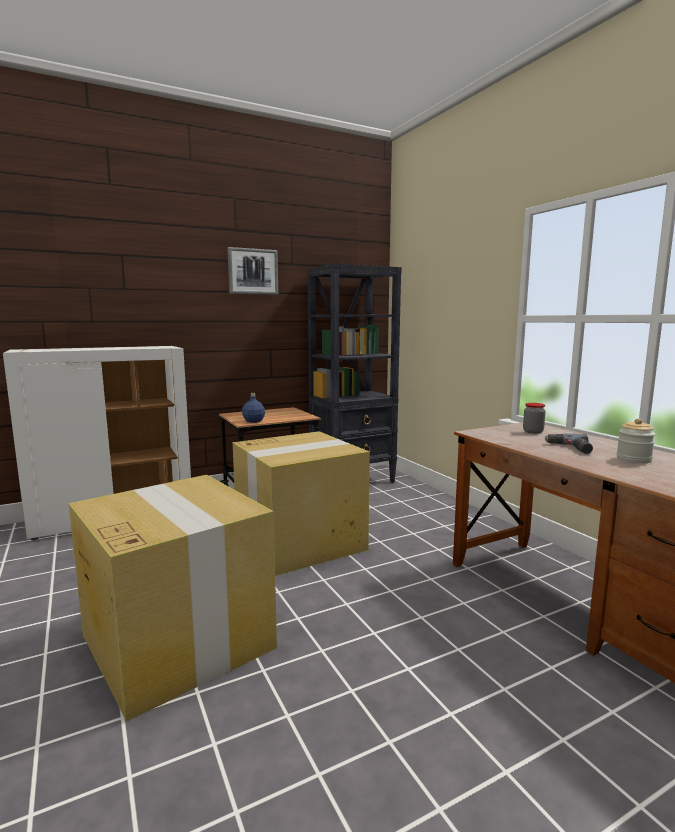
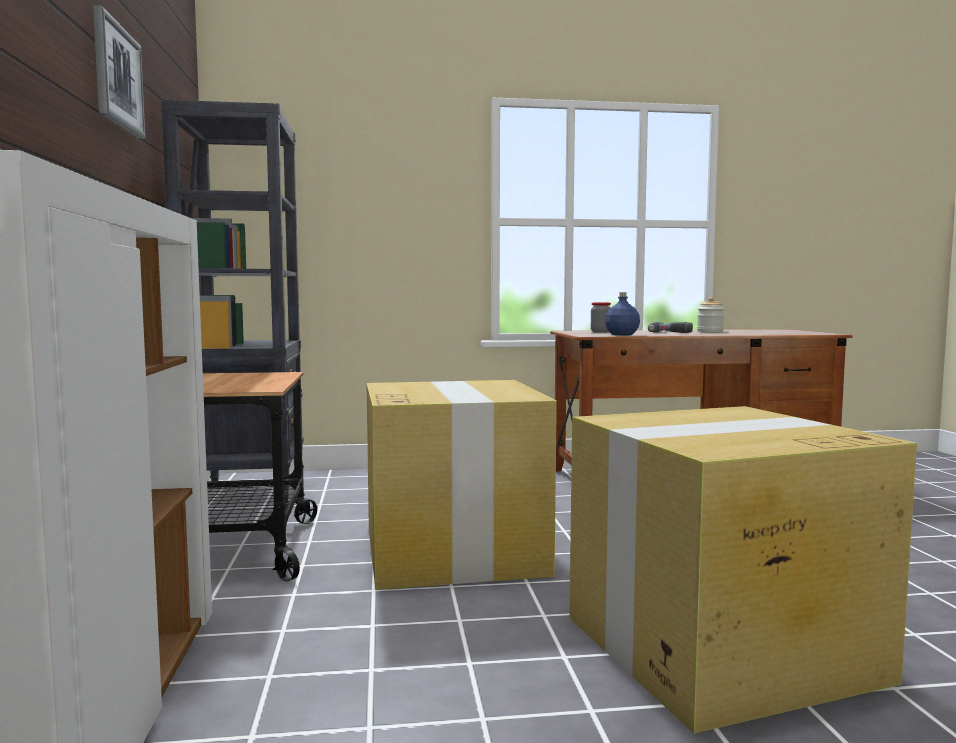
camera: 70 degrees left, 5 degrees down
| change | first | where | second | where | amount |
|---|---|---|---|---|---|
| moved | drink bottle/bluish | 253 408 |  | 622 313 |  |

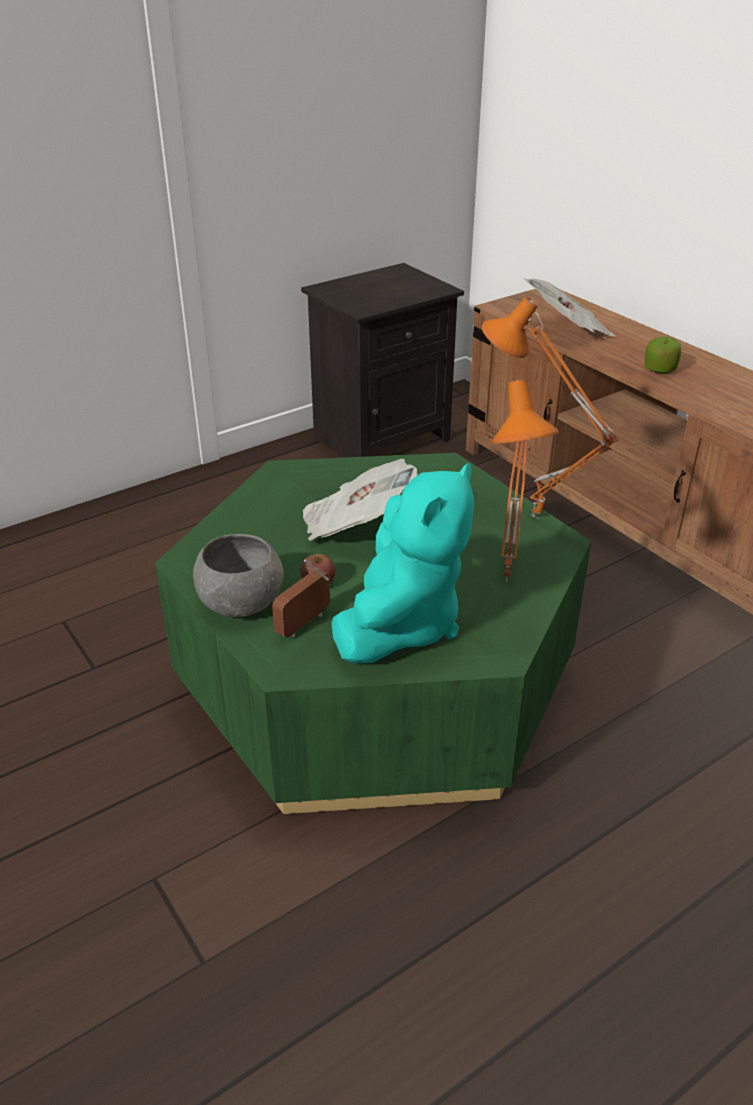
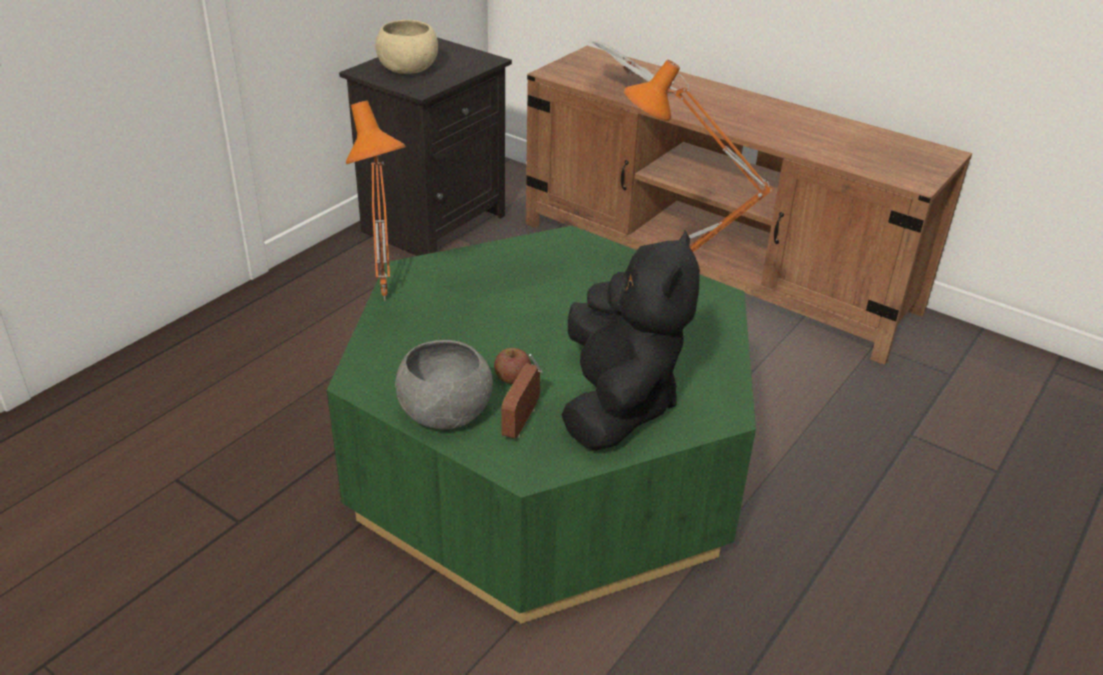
camera: 20 degrees left, 0 degrees up
| change | first | where | second | where | amount |
|---|---|---|---|---|---|
| removed | newspaper | 360 500 |  |  |  |
| removed | apple fruit | 663 355 |  |  |  |
| added |  |  | deep dish/sand-coloured | 406 47 |  |
| moved | tabletop lamp/orangey | 525 480 |  | 376 200 |  |
| recoloured | soft toy/turquoise-coloured | 403 563 | soft toy/blackish | 631 341 |  |

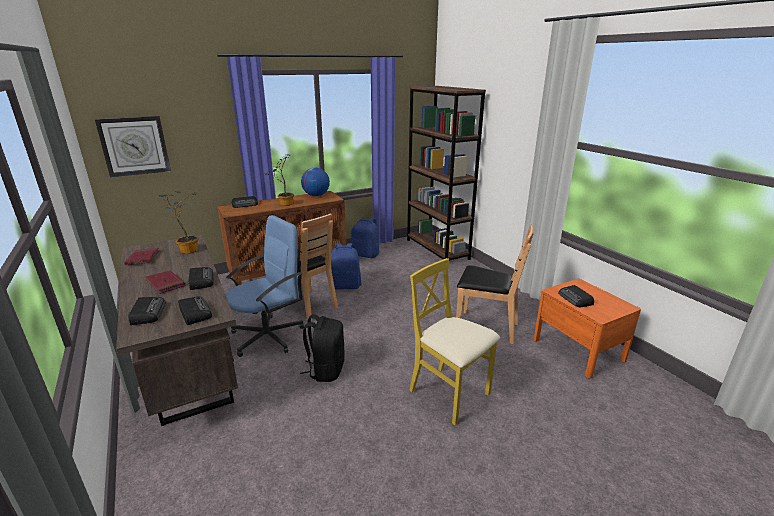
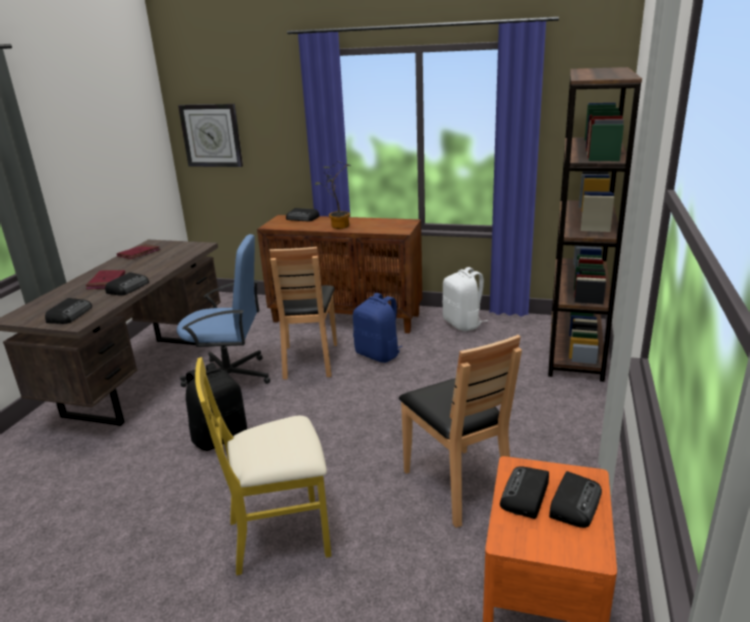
camera: 45 degrees right, 0 degrees up
| change | first | where | second | where | amount |
|---|---|---|---|---|---|
| removed | houseplant | 178 222 |  |  |  |
| removed | desk globe | 315 182 |  |  |  |
| moved | radio receiver | 147 311 |  | 575 499 |  |
| recoloured | backpack/bluish | 365 237 | backpack/white | 465 299 |  |
| turned | chair/yellow-coloured | 454 341 |  | 263 466 | 105 degrees counterclockwise |

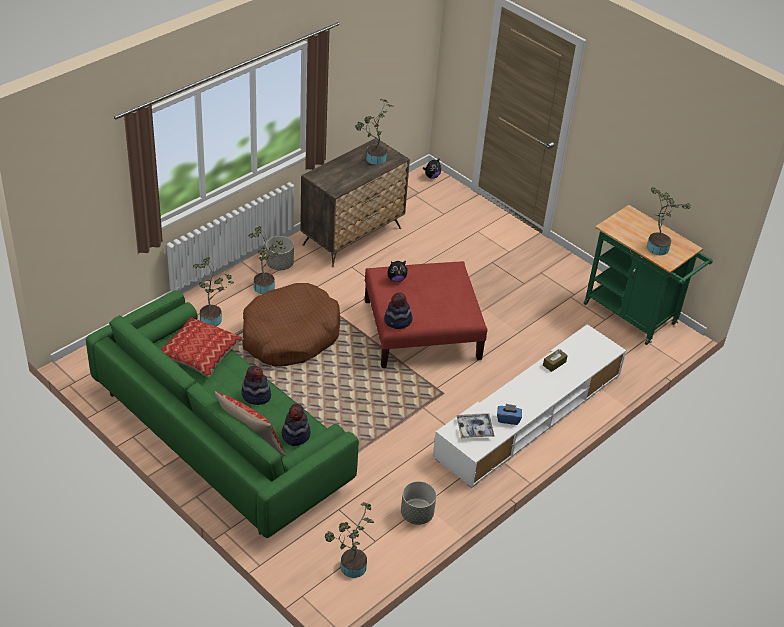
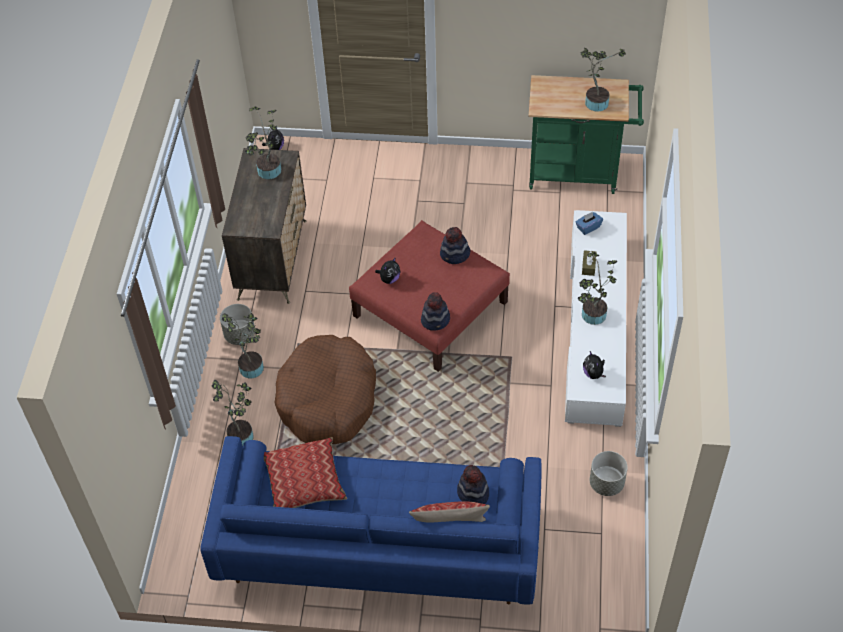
camera: 35 degrees left, 10 degrees up
| change | first | where | second | where | amount |
|---|---|---|---|---|---|
| moved | wearable hat | 256 385 |  | 455 245 |  |
| moved | houseplant | 349 540 |  | 597 288 |  |
| moved | tissue holder/bluish | 509 414 |  | 589 223 |  |
| replaced | tray | 475 425 | soft toy | 594 365 |  |
| recoloured | couch/greenish | 222 414 | couch/bluish | 371 520 |  |

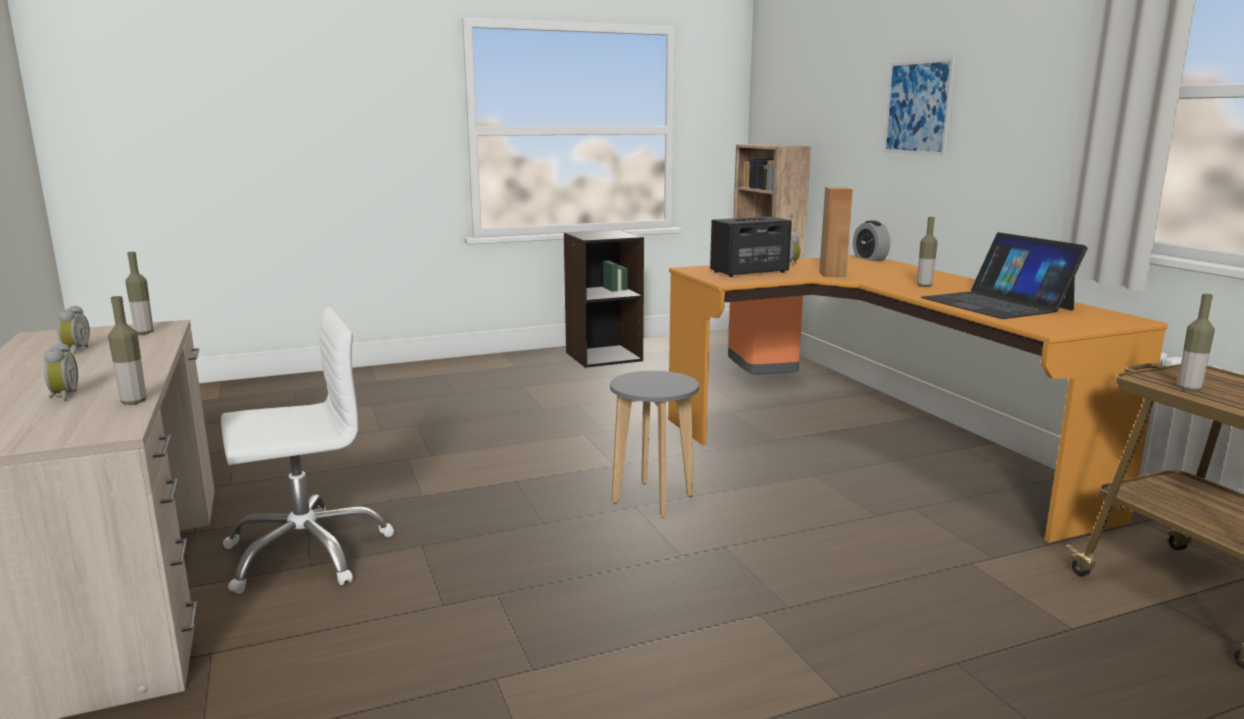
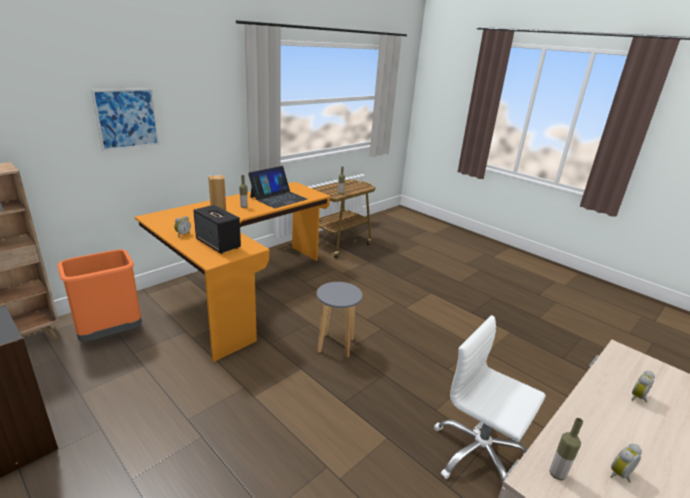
camera: 115 degrees left, 10 degrees up
| change | first | where | second | where | amount |
|---|---|---|---|---|---|
| removed | drink bottle | 127 350 |  |  |  |
| removed | bedside clock | 871 240 |  |  |  |

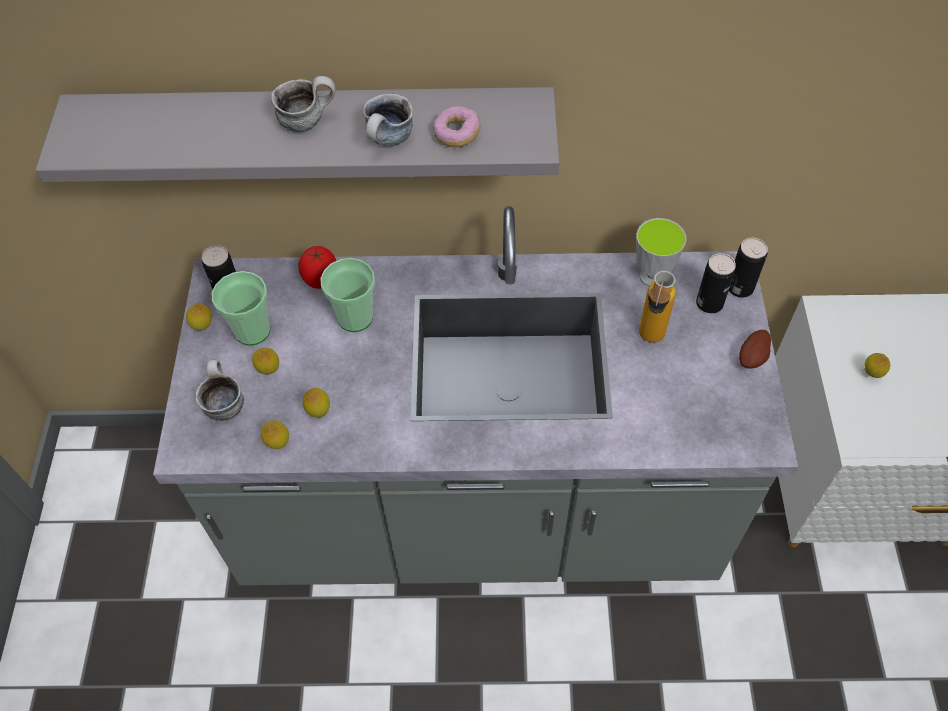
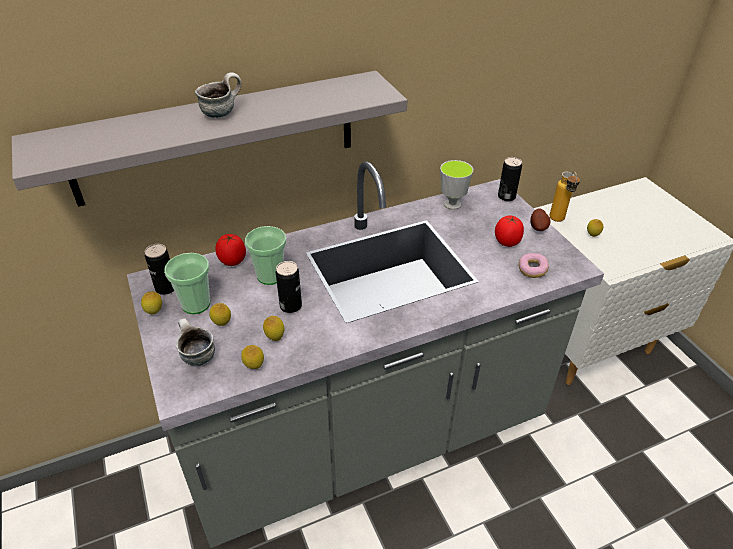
camera: 25 degrees left, 15 degrees down
| change | first | where | second | where | amount |
|---|---|---|---|---|---|
| removed | coffee mug | 388 119 |  |  |  |
| added |  |  | whole tomato | 509 231 |  |
| moved | doughnut | 457 126 |  | 534 265 |  |
| moved | drink bottle | 657 307 |  | 564 197 |  |
| moved | can | 716 283 |  | 289 287 |  |

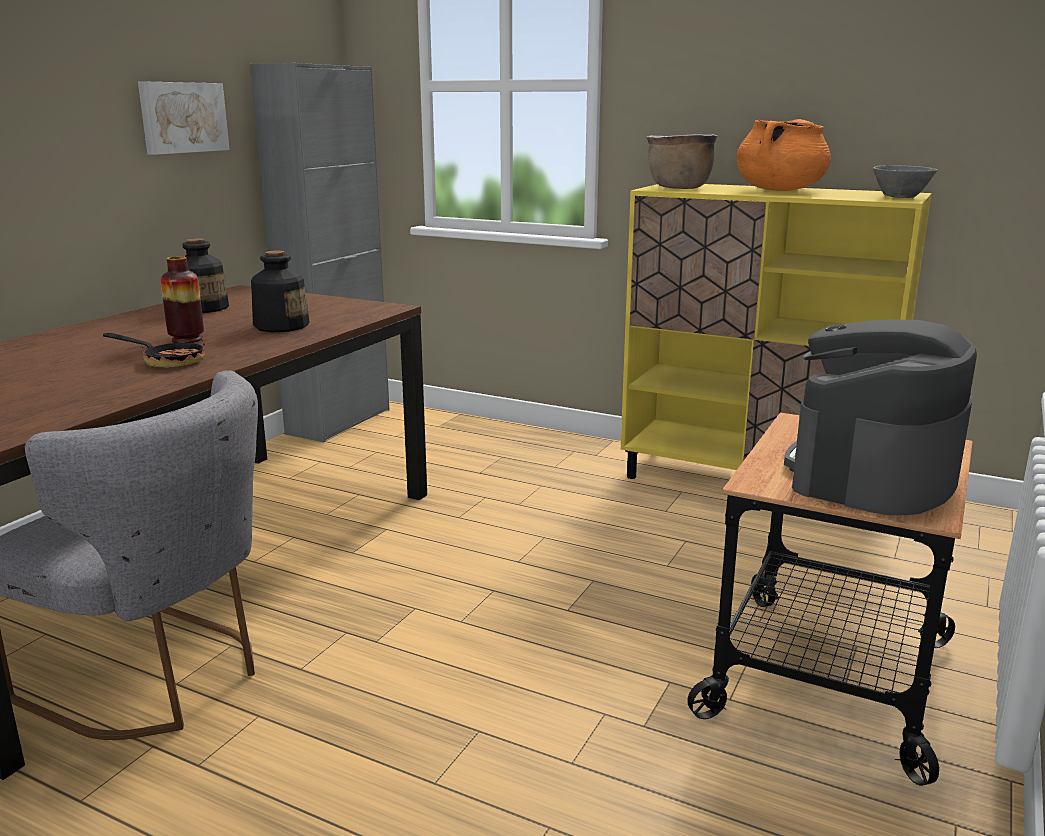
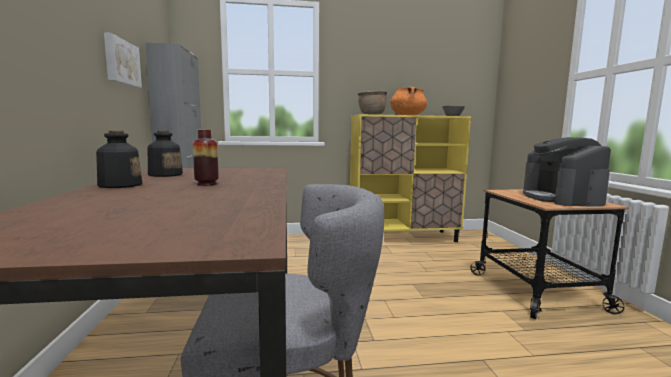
camera: 35 degrees left, 10 degrees down
| change | first | where | second | where | amount |
|---|---|---|---|---|---|
| removed | pan | 154 350 |  |  |  |
| moved | drink bottle | 280 291 |  | 119 159 |  |

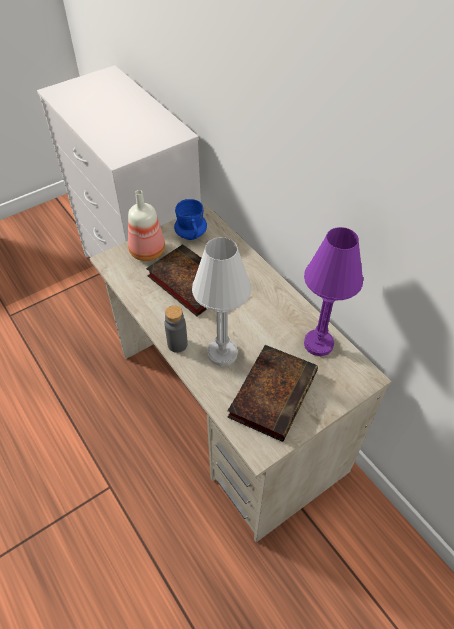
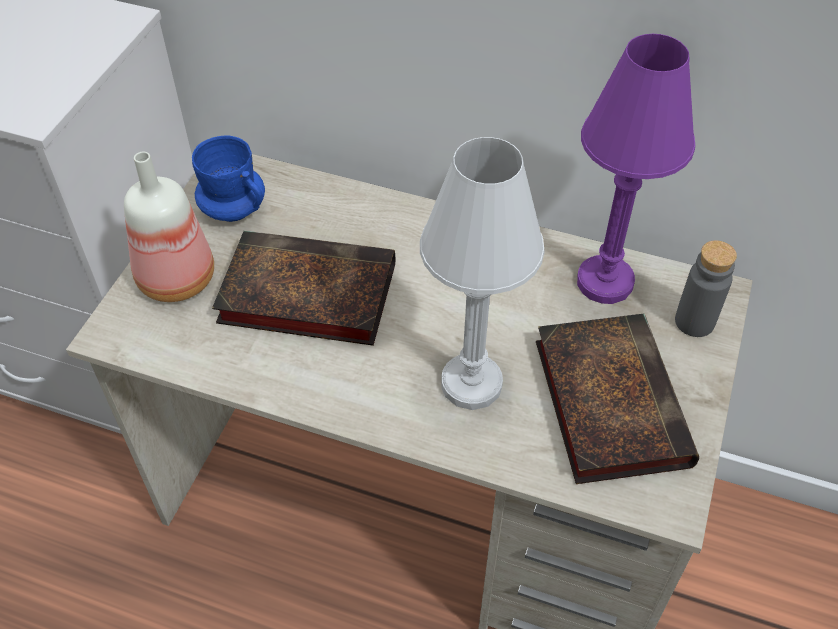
camera: 35 degrees left, 0 degrees up
| change | first | where | second | where | amount |
|---|---|---|---|---|---|
| moved | drink bottle/grey | 176 329 |  | 706 288 |  |

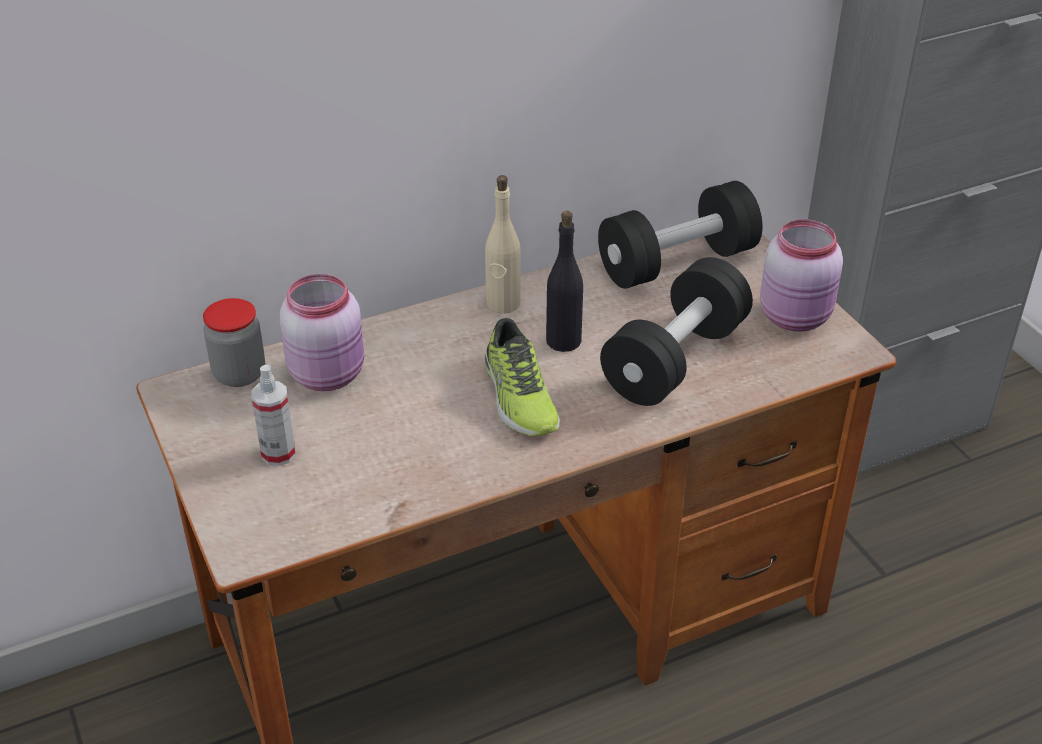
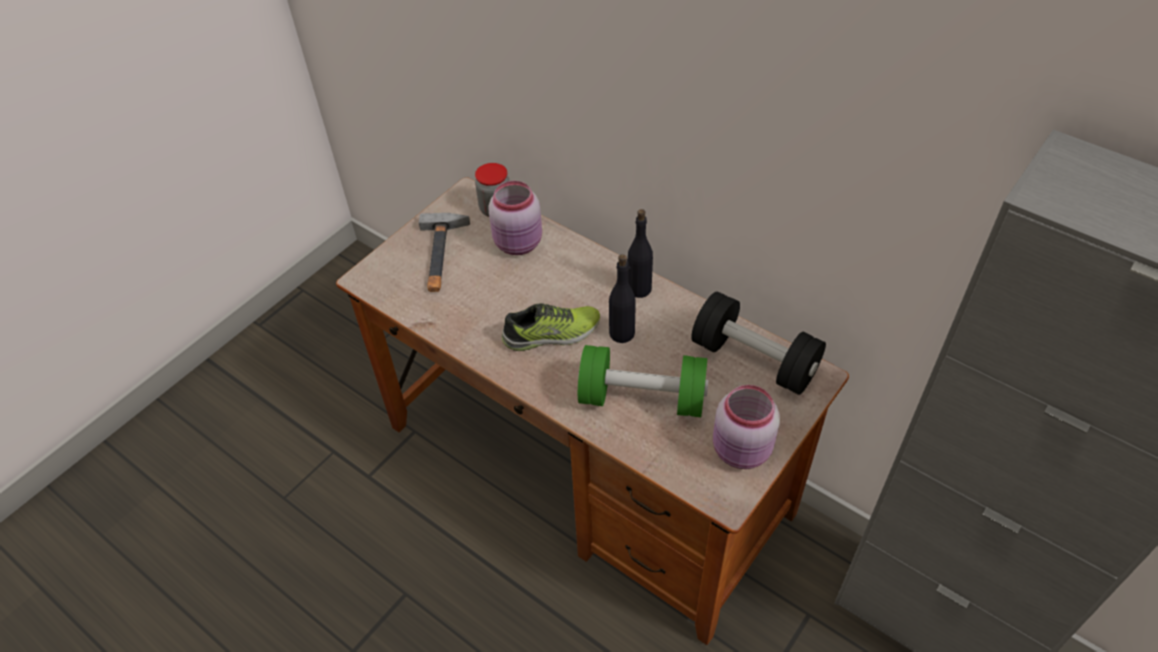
camera: 65 degrees right, 10 degrees up
| change | first | where | second | where | amount |
|---|---|---|---|---|---|
| replaced | hand sprayer | 273 415 | hammer | 444 252 |  |
| recoloured | drink bottle/sand-coloured | 503 244 | drink bottle/blackish | 640 253 |  |
| recoloured | hand weight/blackish | 676 331 | hand weight/greenish | 643 381 |  |
| turned | shoe | 522 377 |  | 551 327 | 150 degrees counterclockwise |

